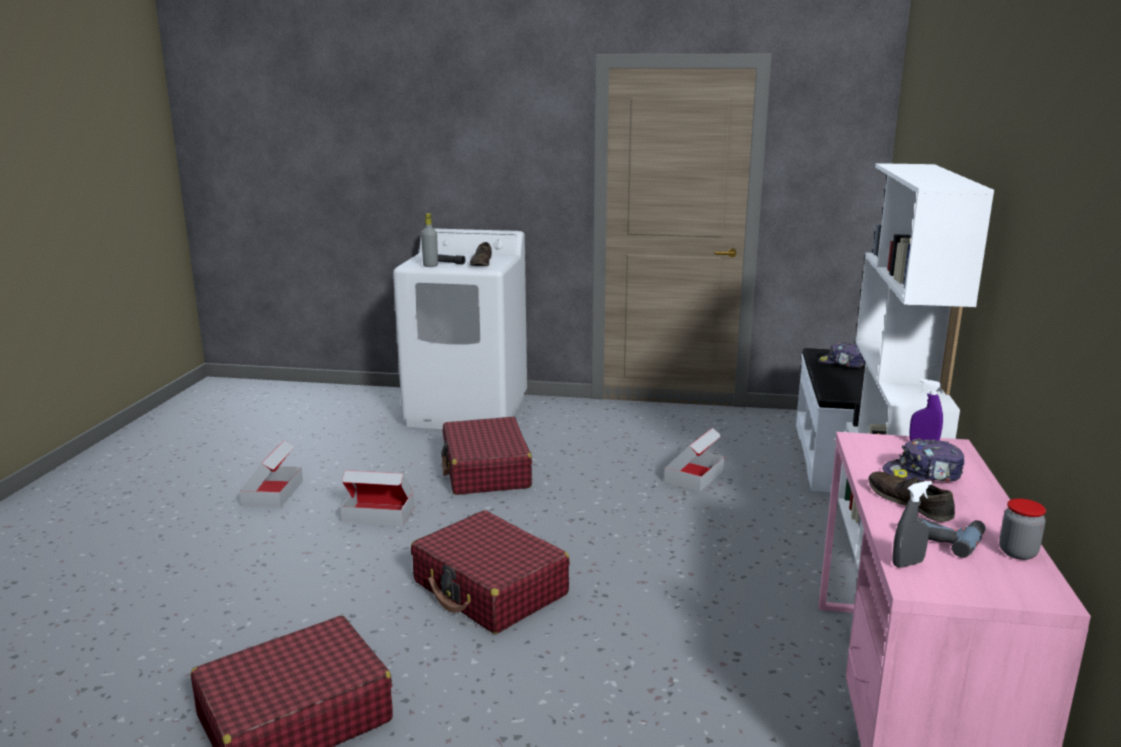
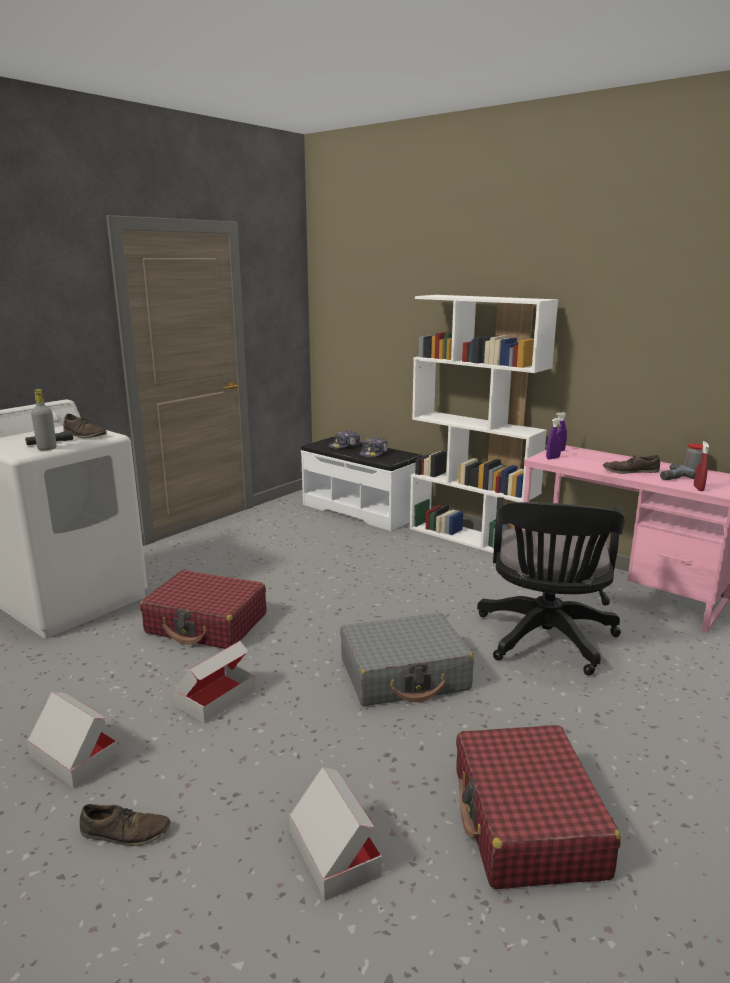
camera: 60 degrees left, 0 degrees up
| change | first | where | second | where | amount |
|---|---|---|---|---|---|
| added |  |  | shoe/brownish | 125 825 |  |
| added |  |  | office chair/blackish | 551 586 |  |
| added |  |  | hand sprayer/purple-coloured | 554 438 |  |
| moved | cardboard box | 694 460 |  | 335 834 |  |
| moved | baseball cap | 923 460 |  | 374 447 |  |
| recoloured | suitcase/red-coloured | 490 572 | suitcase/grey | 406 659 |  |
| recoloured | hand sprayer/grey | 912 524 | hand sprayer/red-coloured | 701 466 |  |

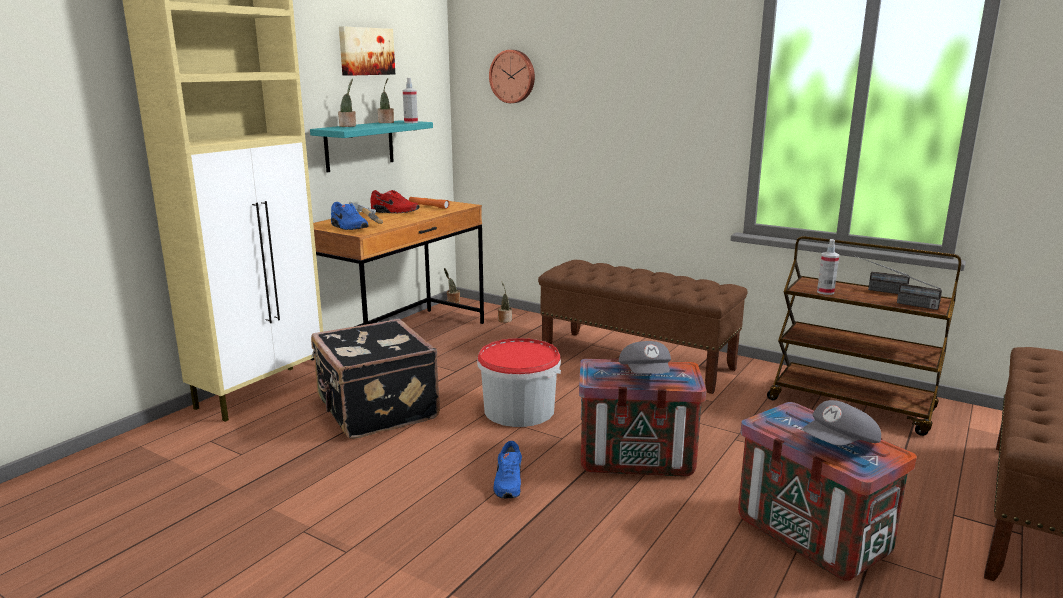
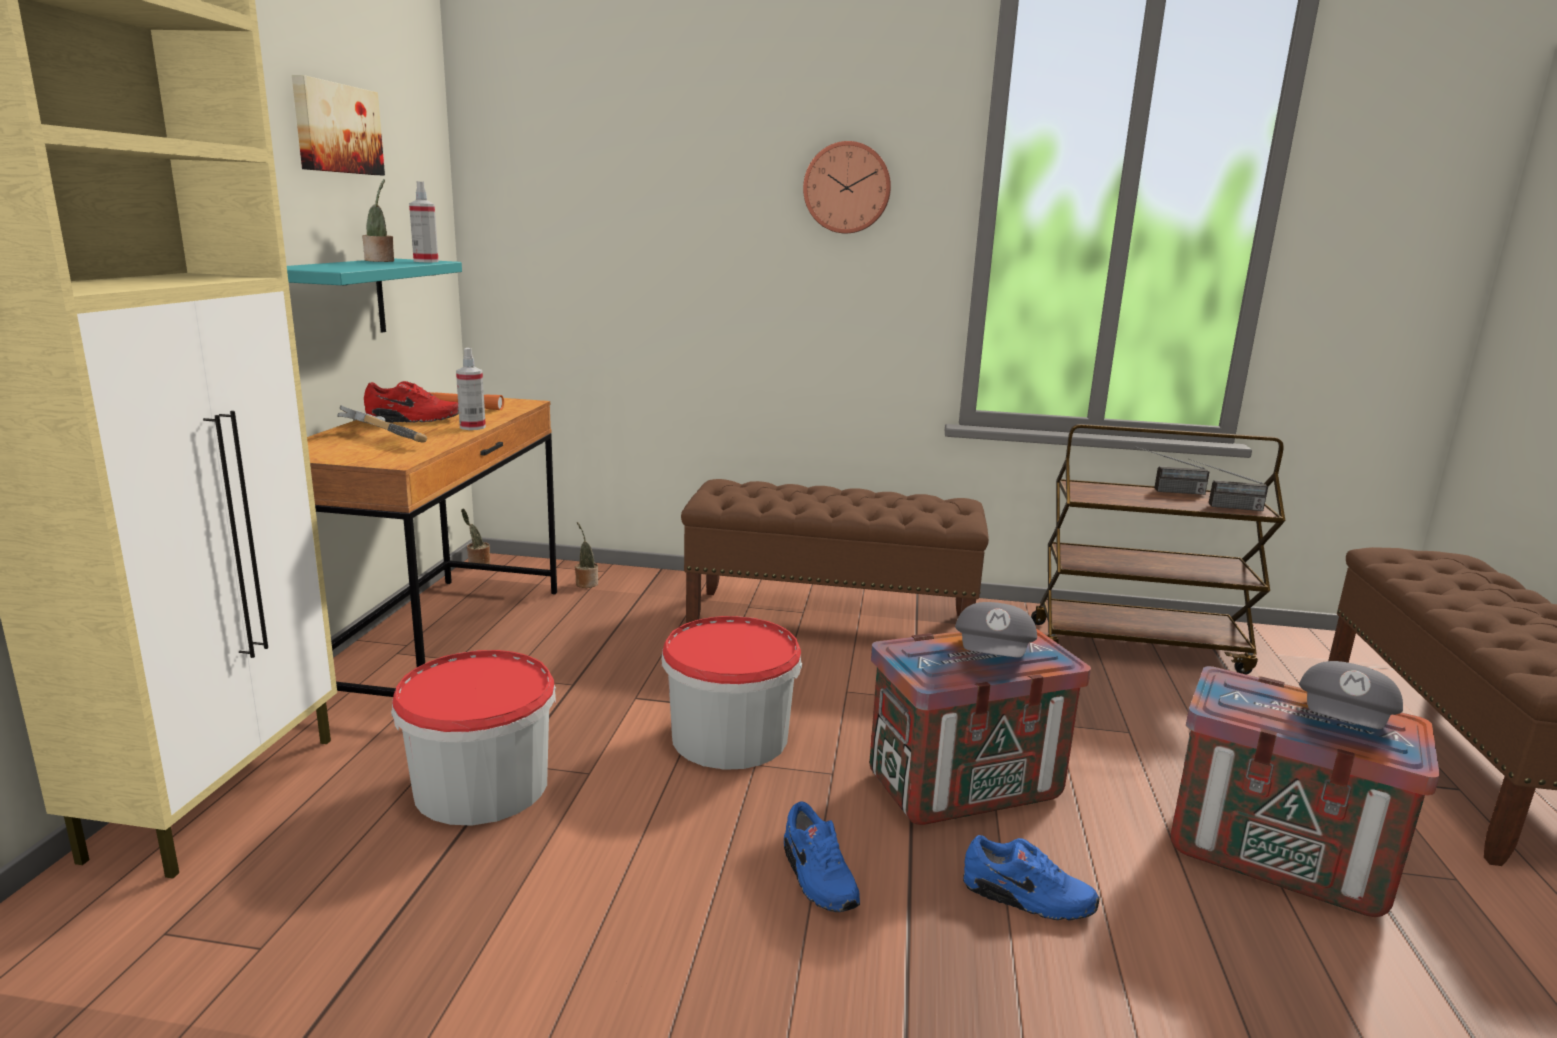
camera: 25 degrees left, 0 degrees up
| change | first | where | second | where | amount |
|---|---|---|---|---|---|
| removed | houseplant | 347 103 |  |  |  |
| moved | shoe/bluish | 350 216 |  | 1031 878 |  |
| moved | clock on the wall | 512 76 |  | 847 187 |  |
| moved | hand sprayer | 828 267 |  | 471 389 |  |
| replaced | suitcase/blackish | 375 379 | water bucket | 473 738 |  |
| turned | baseball cap/grey | 645 357 |  | 996 630 | 45 degrees clockwise |

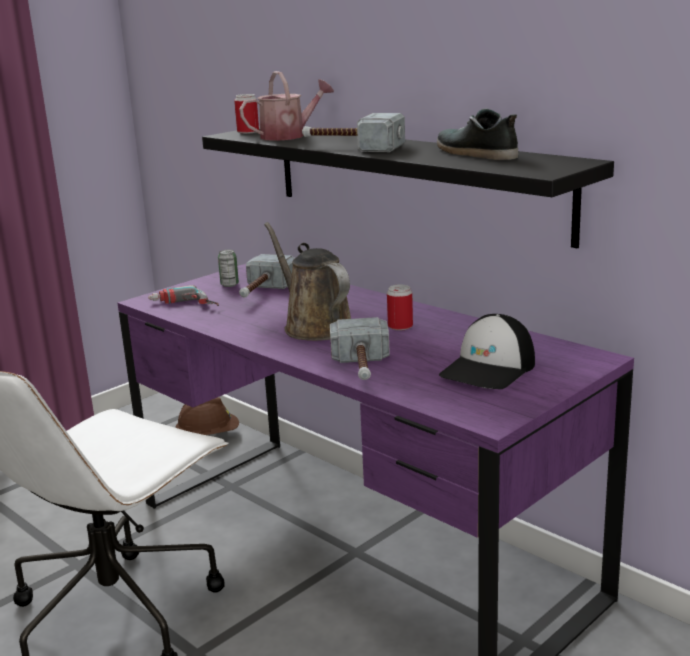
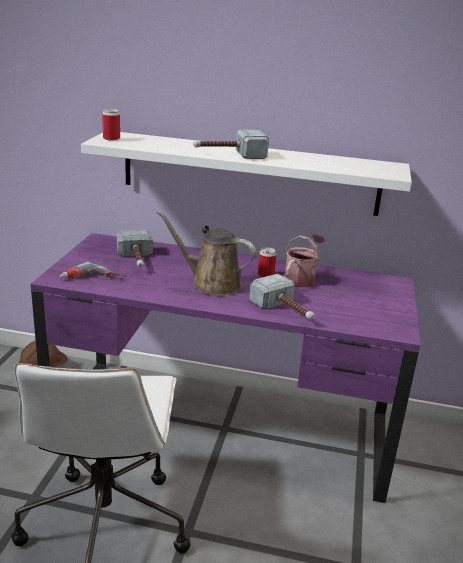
camera: 35 degrees left, 5 degrees up
| change | first | where | second | where | amount |
|---|---|---|---|---|---|
| removed | can | 228 268 |  |  |  |
| removed | shoe | 477 134 |  |  |  |
| removed | baseball cap | 487 351 |  |  |  |
| moved | watering pot | 286 106 |  | 304 261 |  |
| recoloured | shelf/blackish | 408 187 | shelf/white | 246 174 |  |

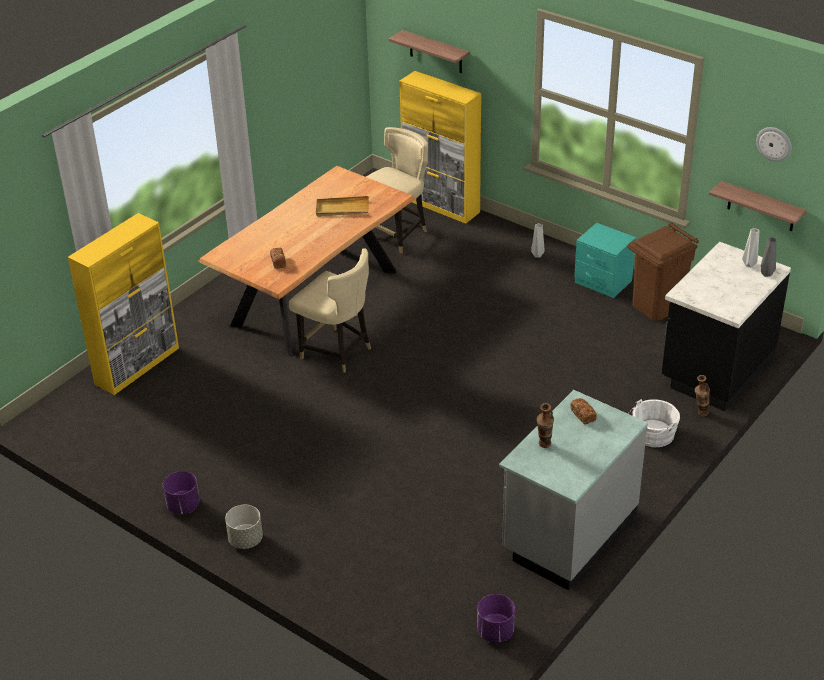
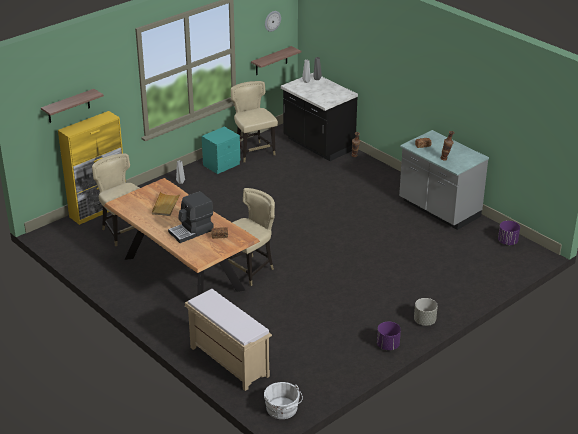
camera: 80 degrees left, 5 degrees down
| change | first | where | second | where | amount |
|---|---|---|---|---|---|
| added |  |  | coffee brewer | 191 217 |  |
| moved | water bucket/white | 654 423 |  | 283 400 |  |
| replaced | cabinet/yellow-coloured | 123 304 | indoor bench/sand-coloured | 228 340 |  |
| replaced | trash can/brownish | 663 271 | chair/sand-coloured | 254 121 |  |

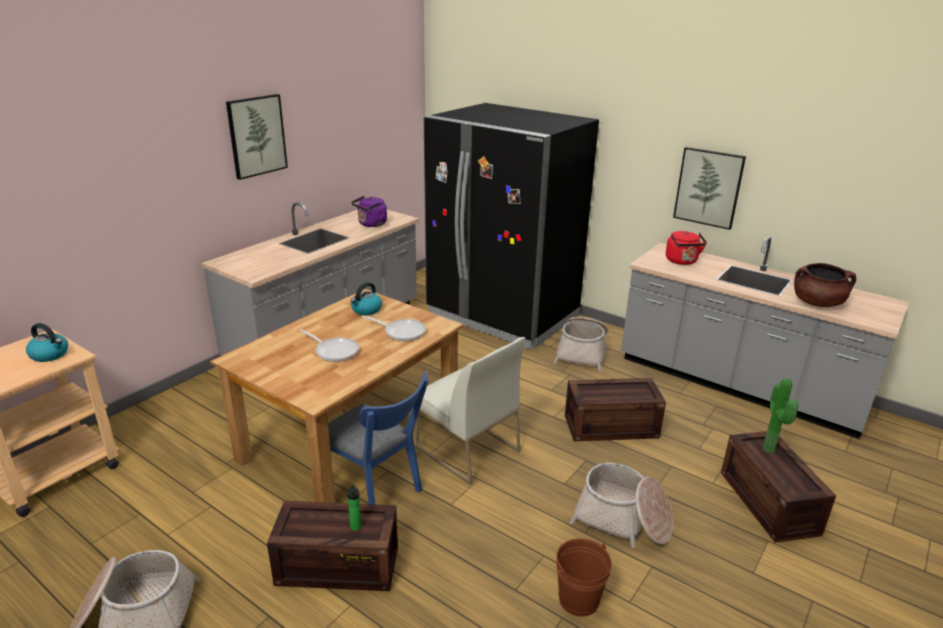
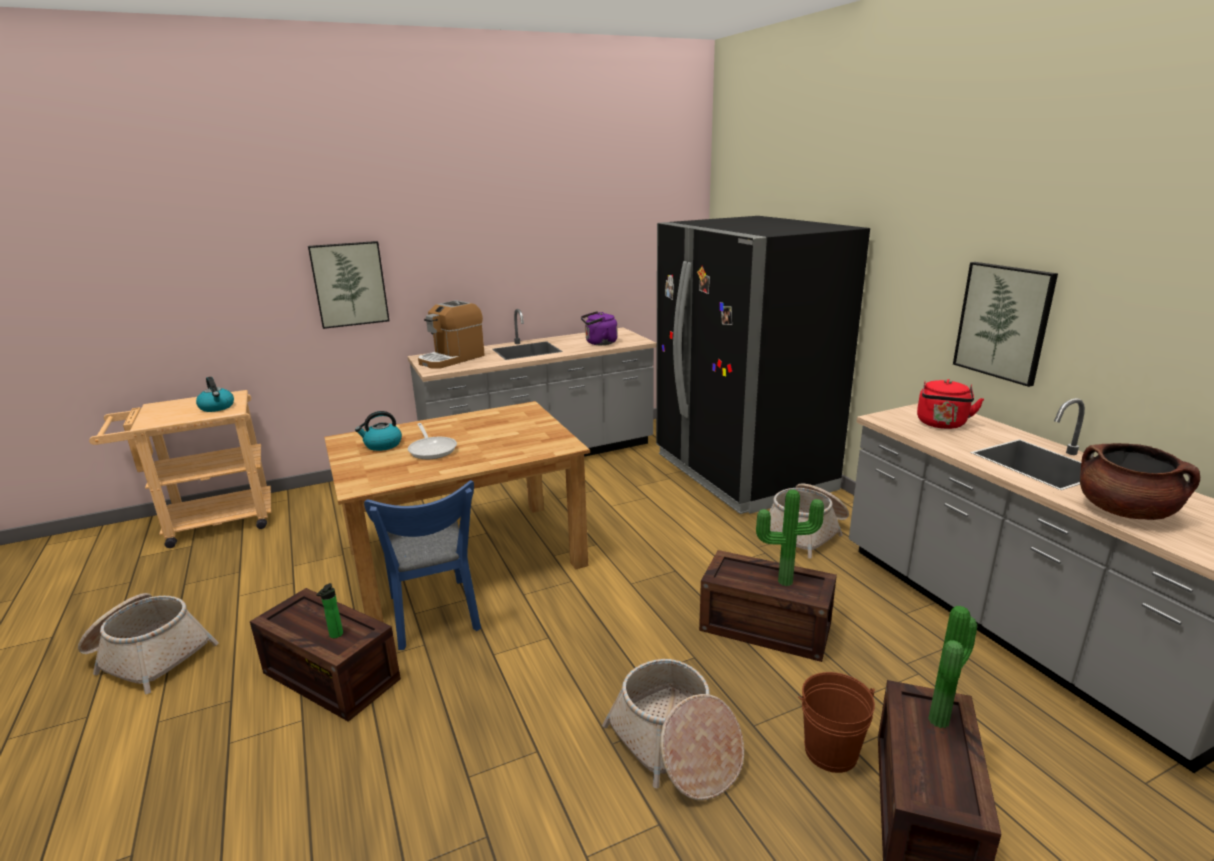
camera: 30 degrees right, 5 degrees down
| change | first | where | second | where | amount |
|---|---|---|---|---|---|
| removed | pan | 394 328 |  |  |  |
| removed | chair/white | 470 411 |  |  |  |
| added |  |  | coffee brewer | 451 334 |  |
| added |  |  | houseplant | 790 538 |  |
| moved | picture | 257 137 |  | 349 285 |  |
| moved | water kettle | 366 298 |  | 378 431 |  |
| moved | water bucket/brownish | 584 577 |  | 837 722 |  |

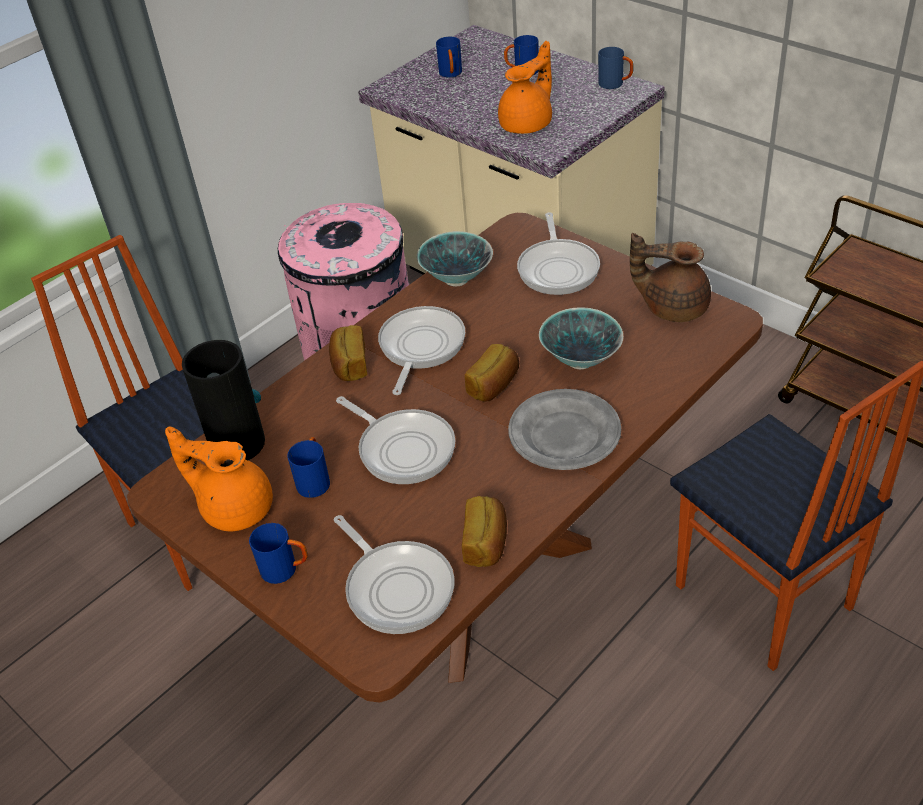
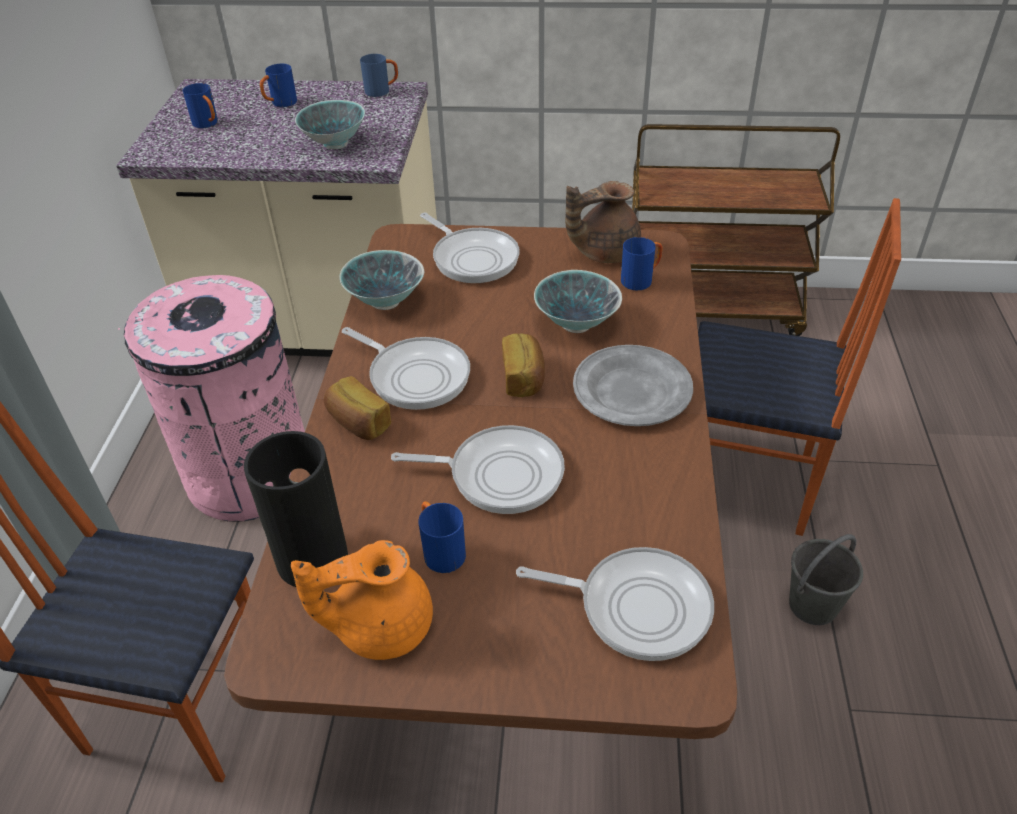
camera: 40 degrees left, 0 degrees up
| change | first | where | second | where | amount |
|---|---|---|---|---|---|
| removed | bakery bread | 484 531 |  |  |  |
| added |  |  | water bucket/grey | 826 579 |  |
| moved | coffee mug/bluish | 278 553 |  | 641 263 |  |
| replaced | teapot/orangey | 525 87 | deep dish | 330 124 |  |
| turned | pan | 421 350 |  | 406 368 | 150 degrees clockwise |

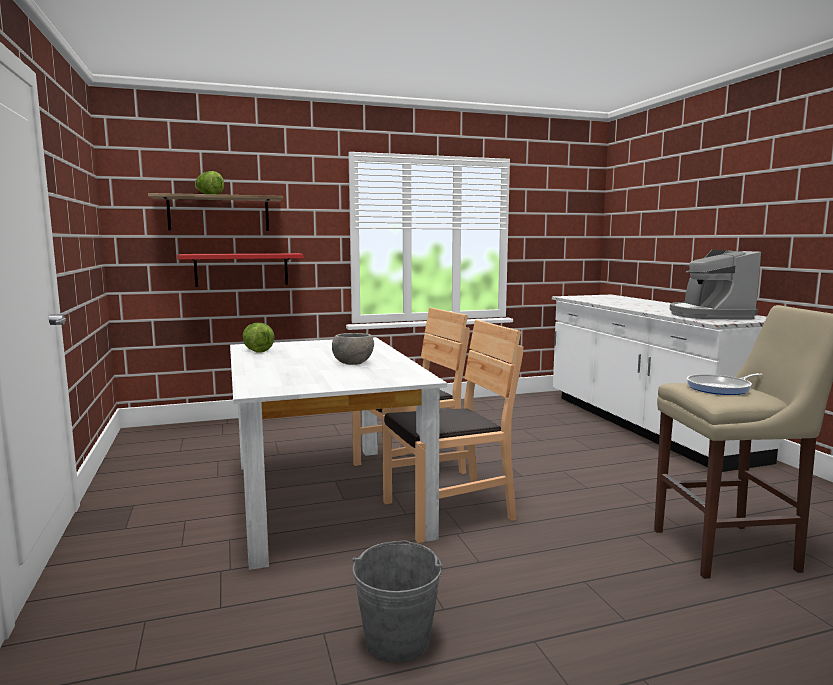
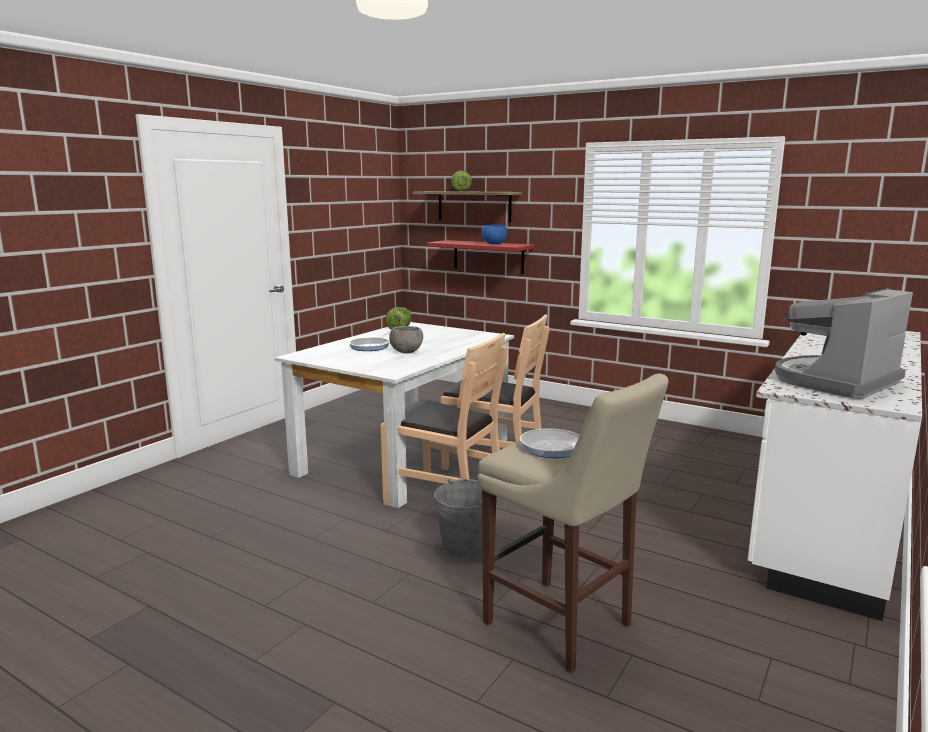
camera: 50 degrees right, 5 degrees up
| change | first | where | second | where | amount |
|---|---|---|---|---|---|
| added |  |  | pan | 369 341 |  |
| added |  |  | deep dish/bluish | 494 234 |  |
| moved | water bucket/grey | 397 601 |  | 458 518 |  |

